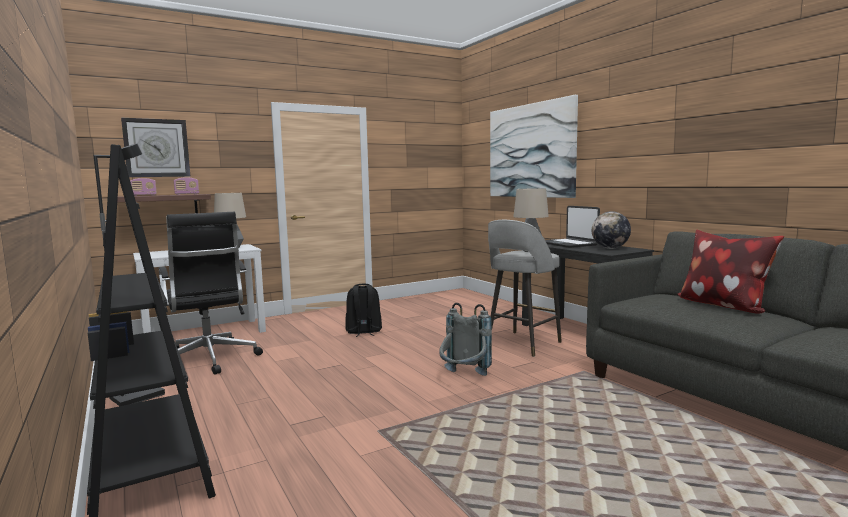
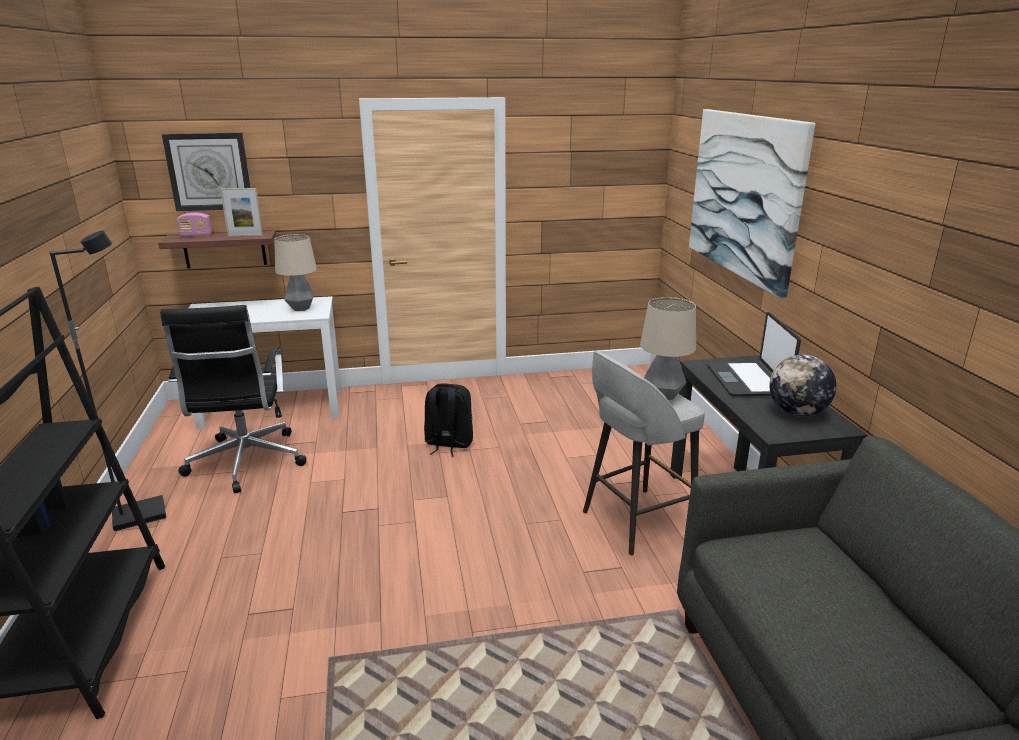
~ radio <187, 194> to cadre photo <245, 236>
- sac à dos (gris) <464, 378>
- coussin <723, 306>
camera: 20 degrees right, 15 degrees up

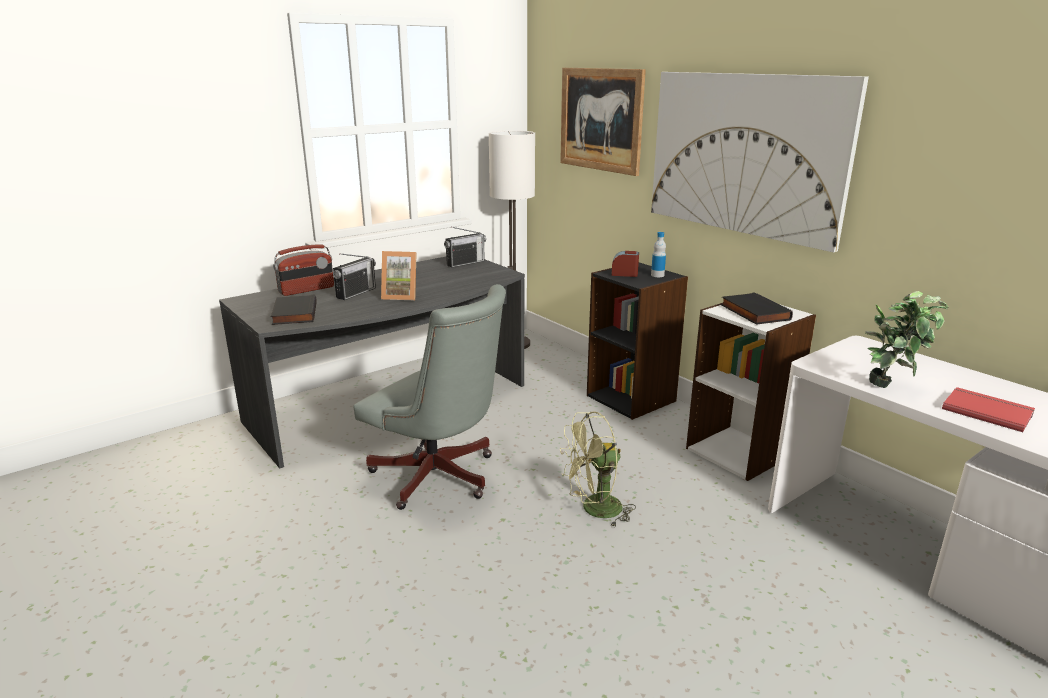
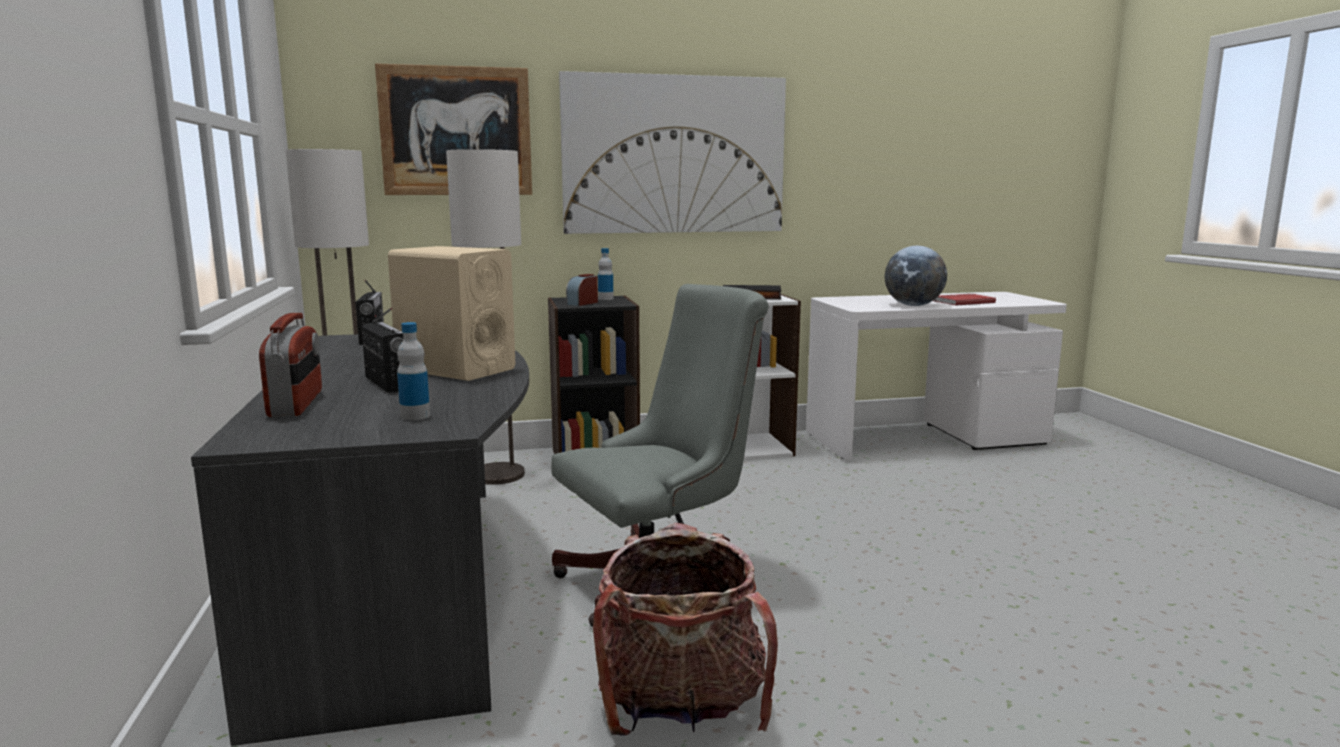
~ cadre photo <401, 296> to enceinte (beige) <455, 369>
~ livre (noir) <293, 313> to bouteille <415, 416>
+ lampadaire <497, 475>
+ sac à dos <681, 711>
~ plante en pot <892, 386> to globe <913, 305>
- ventilateur (vert) <594, 510>
camera: 65 degrees left, 10 degrees down

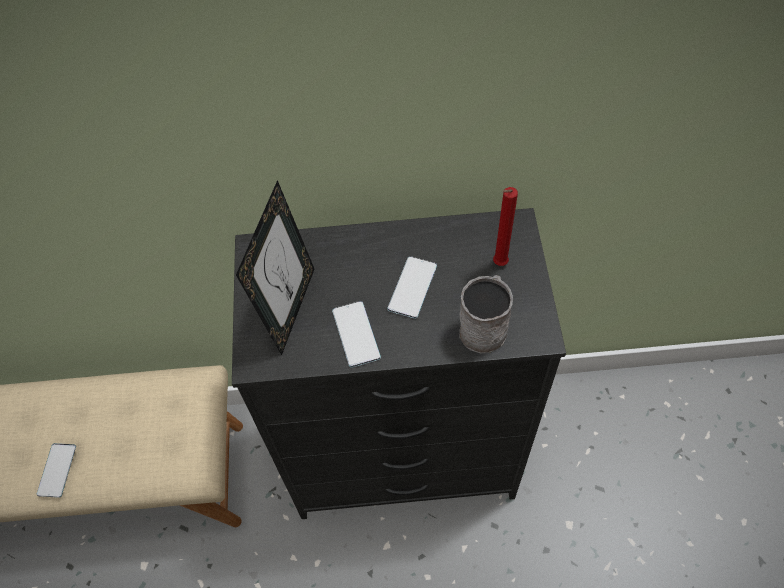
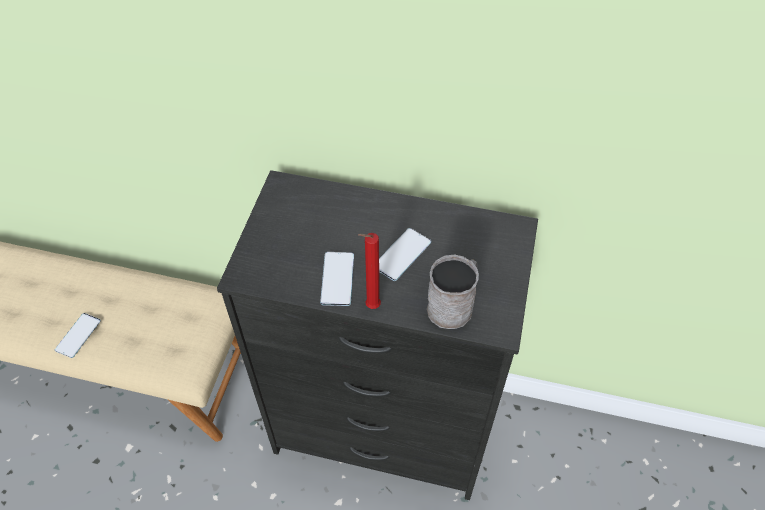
~ bougie (rouge) <498, 264> to <370, 306>
- cadre photo <290, 309>
camera: 15 degrees right, 5 degrees down

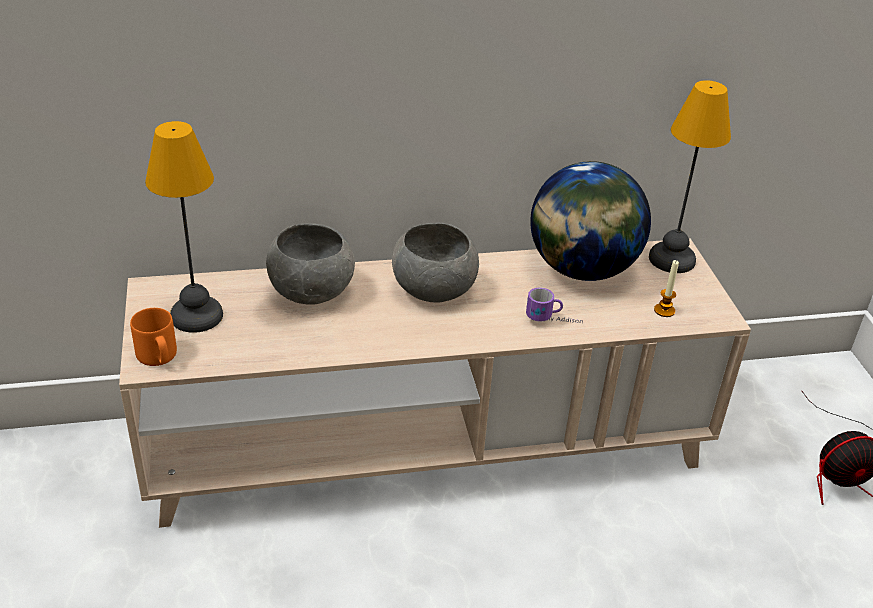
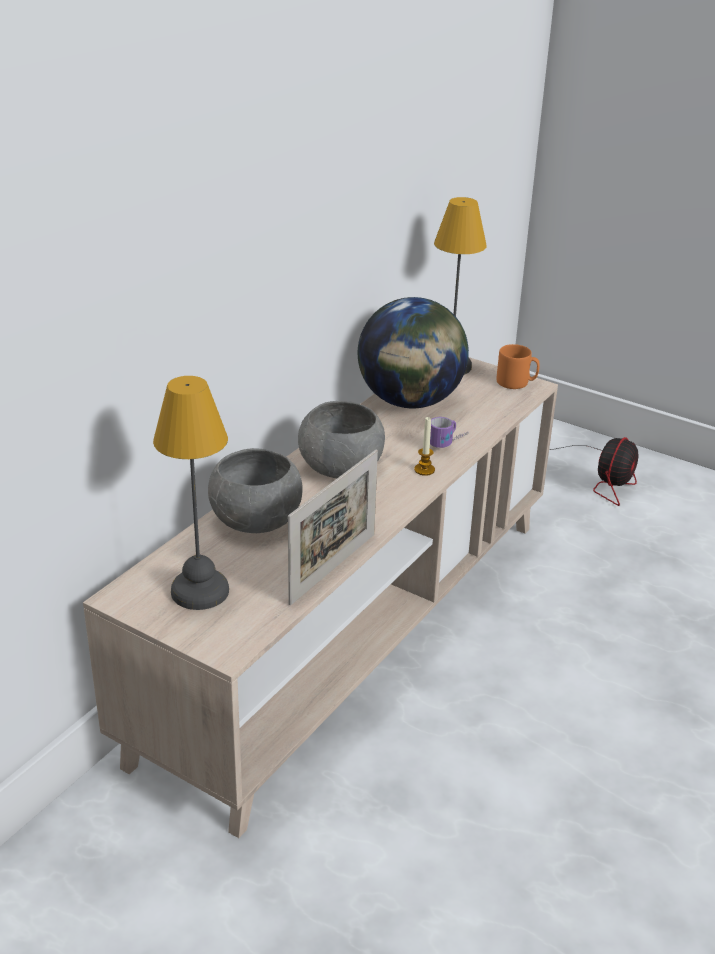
+ cadre photo <333, 568>
~ bougie <664, 310> to <424, 470>
~ mug (orange) <158, 357> to <516, 383>
camera: 45 degrees left, 5 degrees down

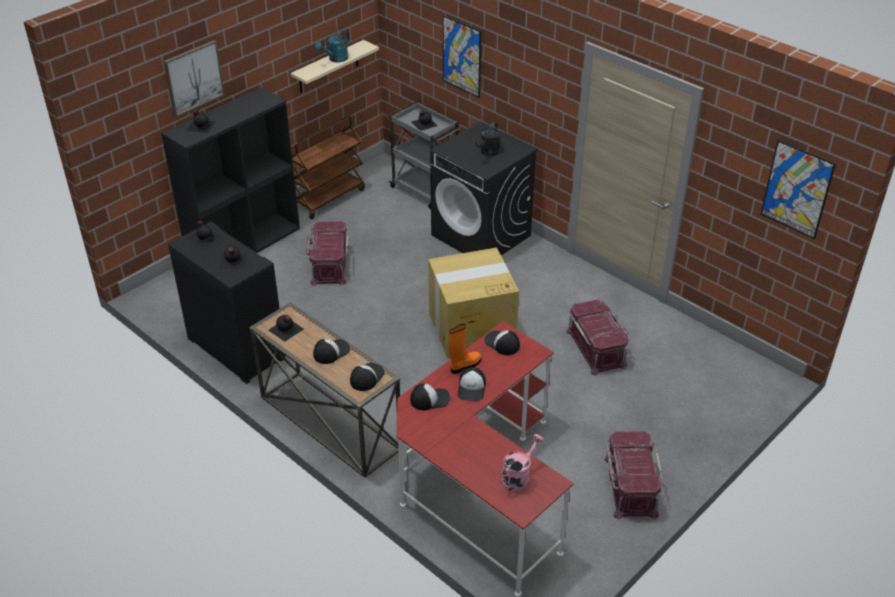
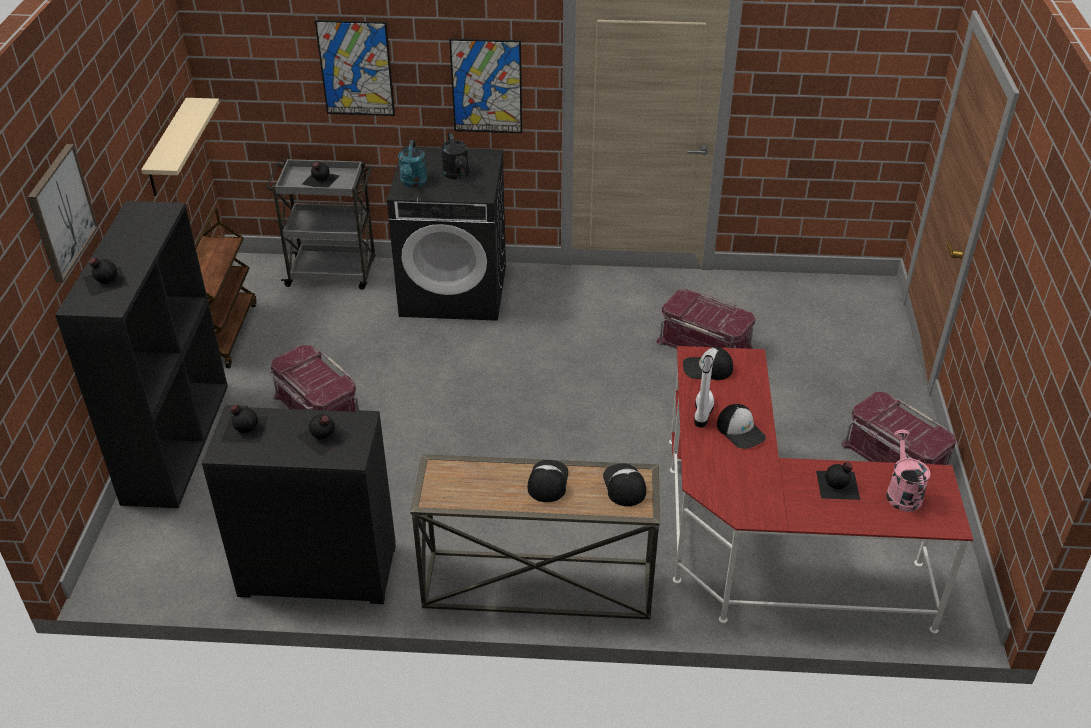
~ arrosoir (turquoise) <335, 59> to <413, 183>
~ tableau <797, 189> to <486, 86>
~ botte (orange) <464, 365> to botte (blanc) <702, 412>
~ bouteille (noir) <286, 330> to <838, 485>
- casquette <430, 399>
- carton <470, 329>
camera: 40 degrees left, 0 degrees up

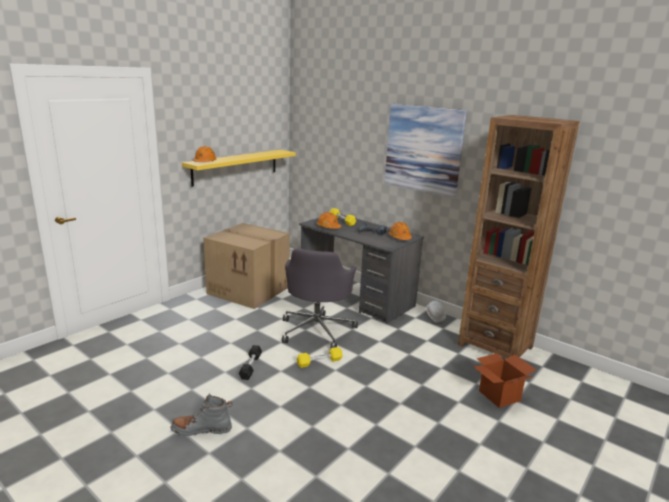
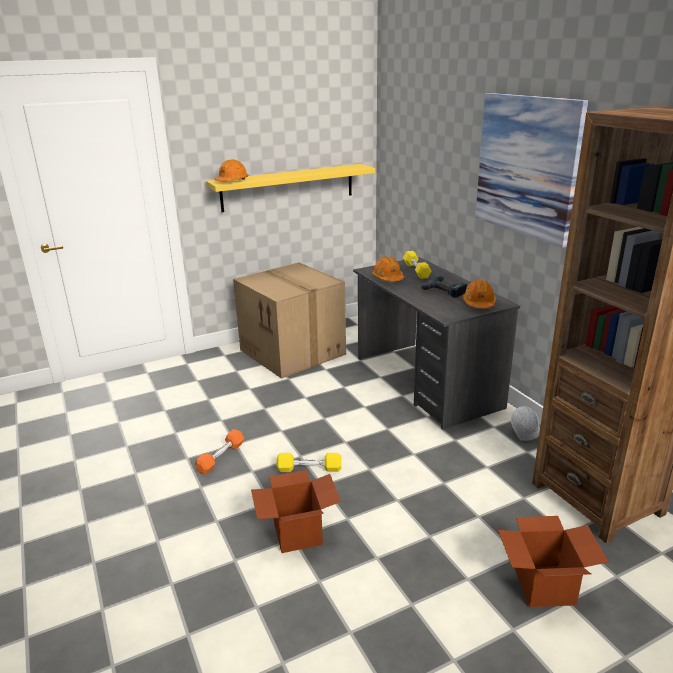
~ haltère (noir) <250, 367> to haltère (orange) <221, 457>
+ carton <298, 533>
- botte (gris) <202, 429>
- chaise de bureau (gris) <317, 330>
camera: 25 degrees right, 5 degrees up

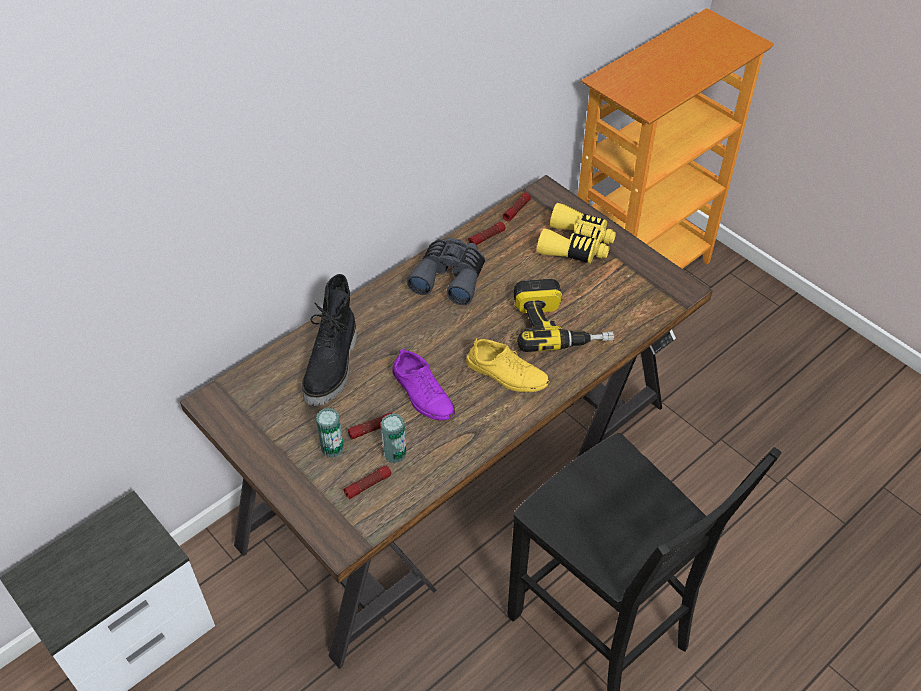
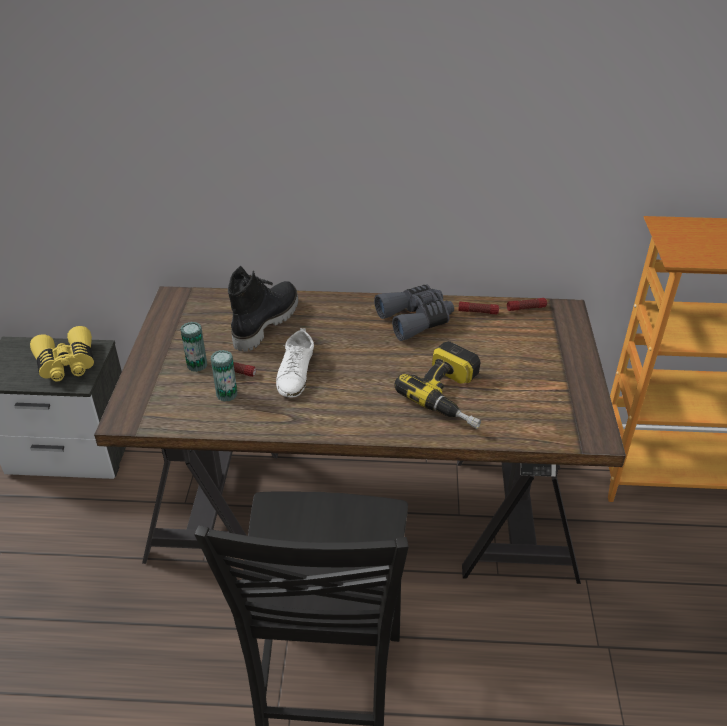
~ jumelles (jaune) <576, 245> to <66, 364>
~ botte (noir) <333, 367> = <265, 323> 150 degrees clockwise
~ chaussure (violet) <422, 393> to chaussure (blanc) <295, 373>
- lampe de poche <368, 485>
- chaussure (jaune) <506, 374>
camera: 45 degrees right, 10 degrees down

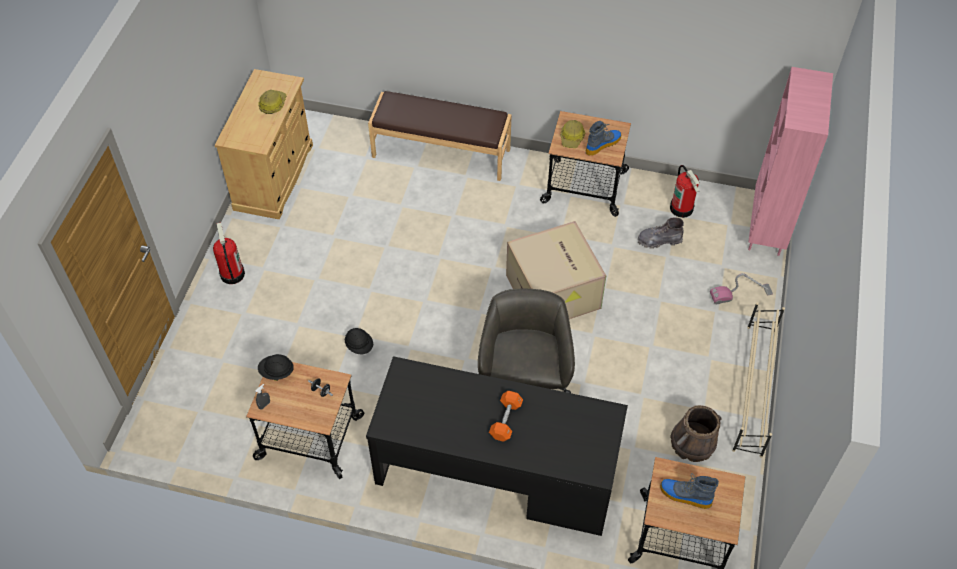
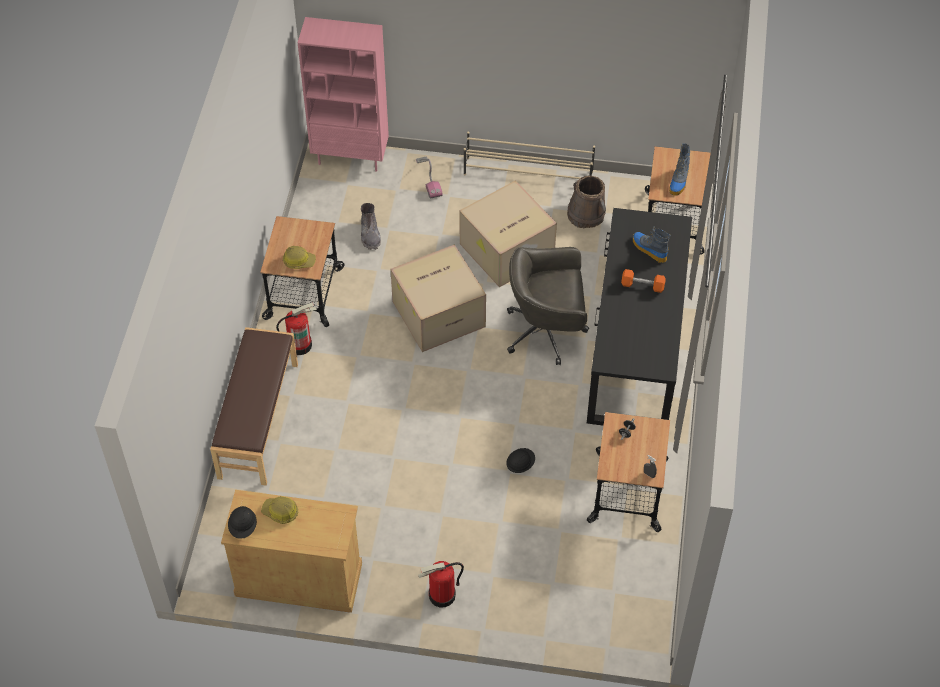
~ casque de chantier (noir) <277, 372> to <243, 527>
~ extincteur <682, 208> to <300, 345>
+ carton <506, 251>
~ botte <603, 144> to <648, 249>
camera: 95 degrees left, 0 degrees up

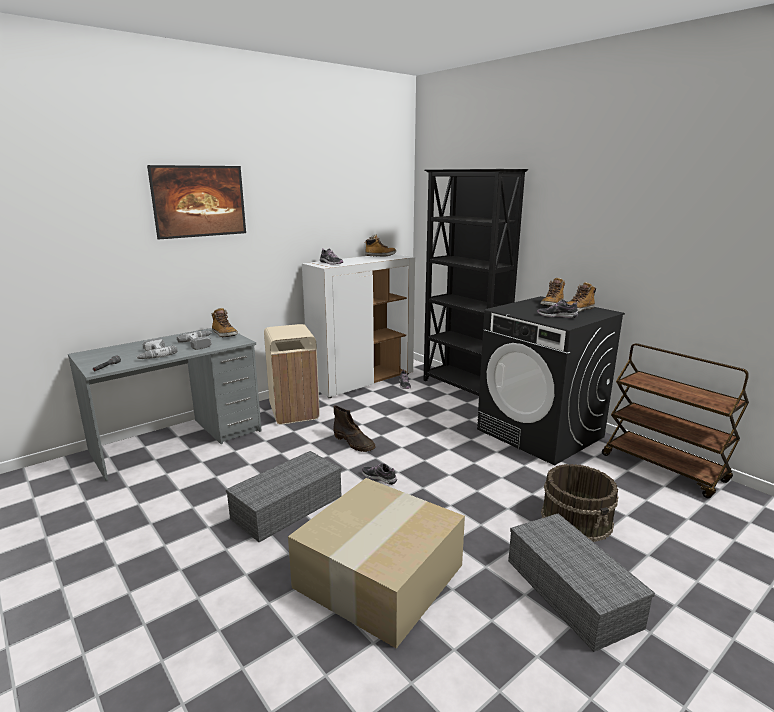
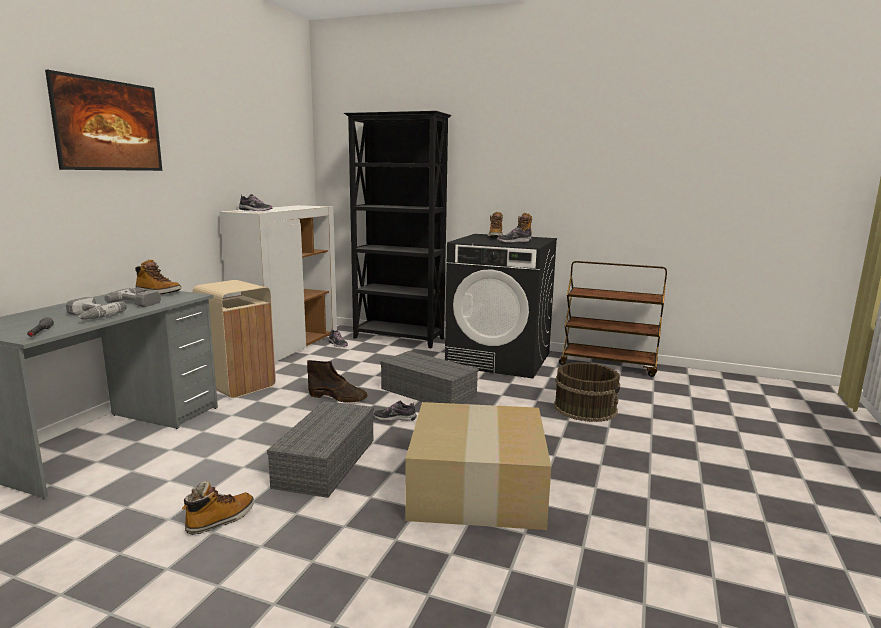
~ botte <380, 256> to <220, 520>
~ boîte de rangement (gris) <568, 591> to <426, 392>
camera: 30 degrees left, 5 degrees down

